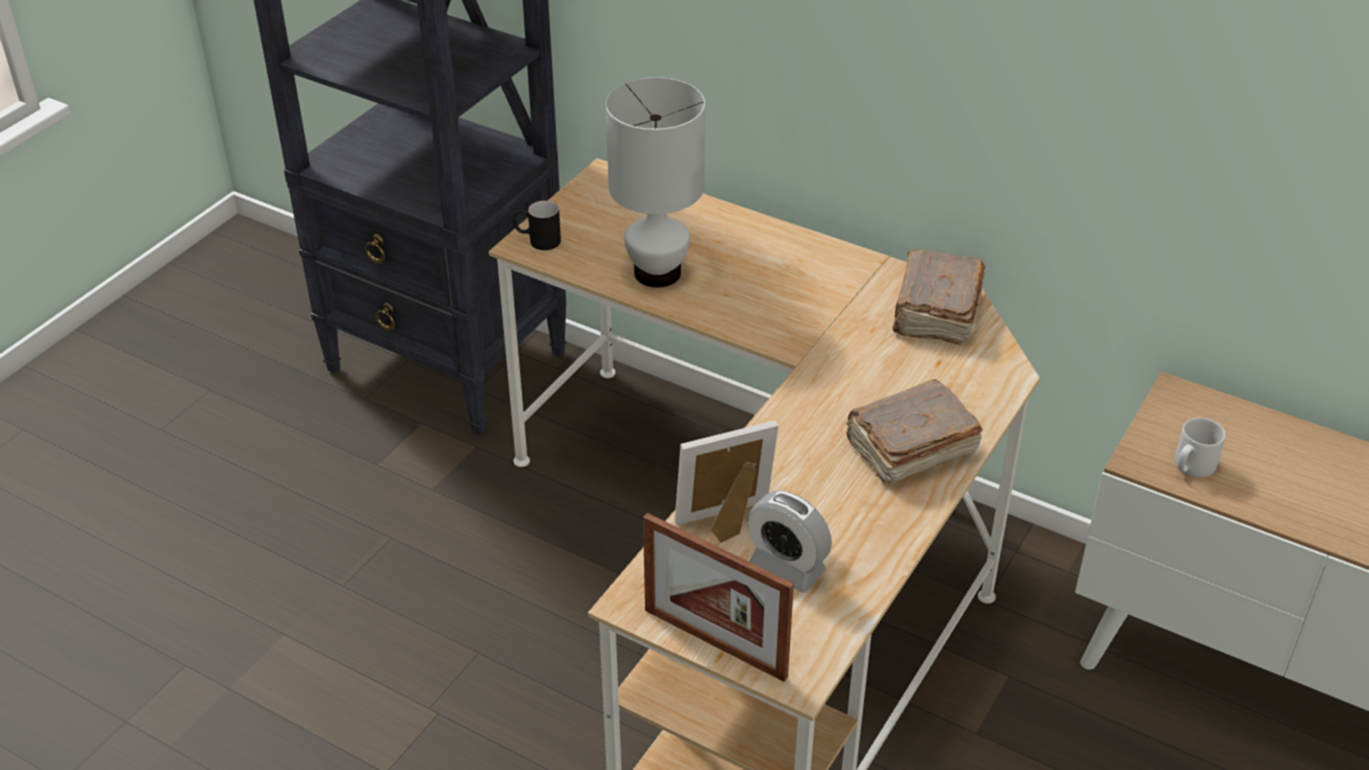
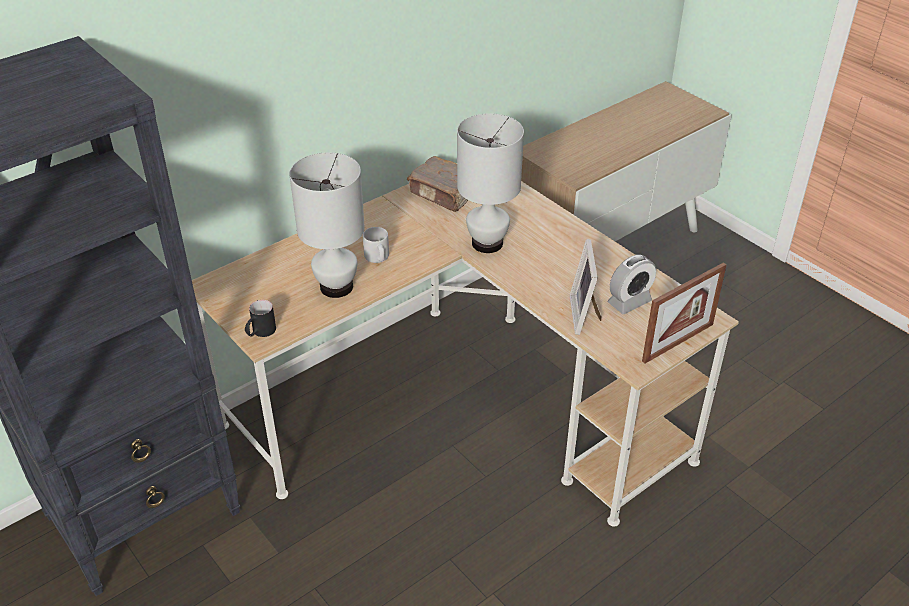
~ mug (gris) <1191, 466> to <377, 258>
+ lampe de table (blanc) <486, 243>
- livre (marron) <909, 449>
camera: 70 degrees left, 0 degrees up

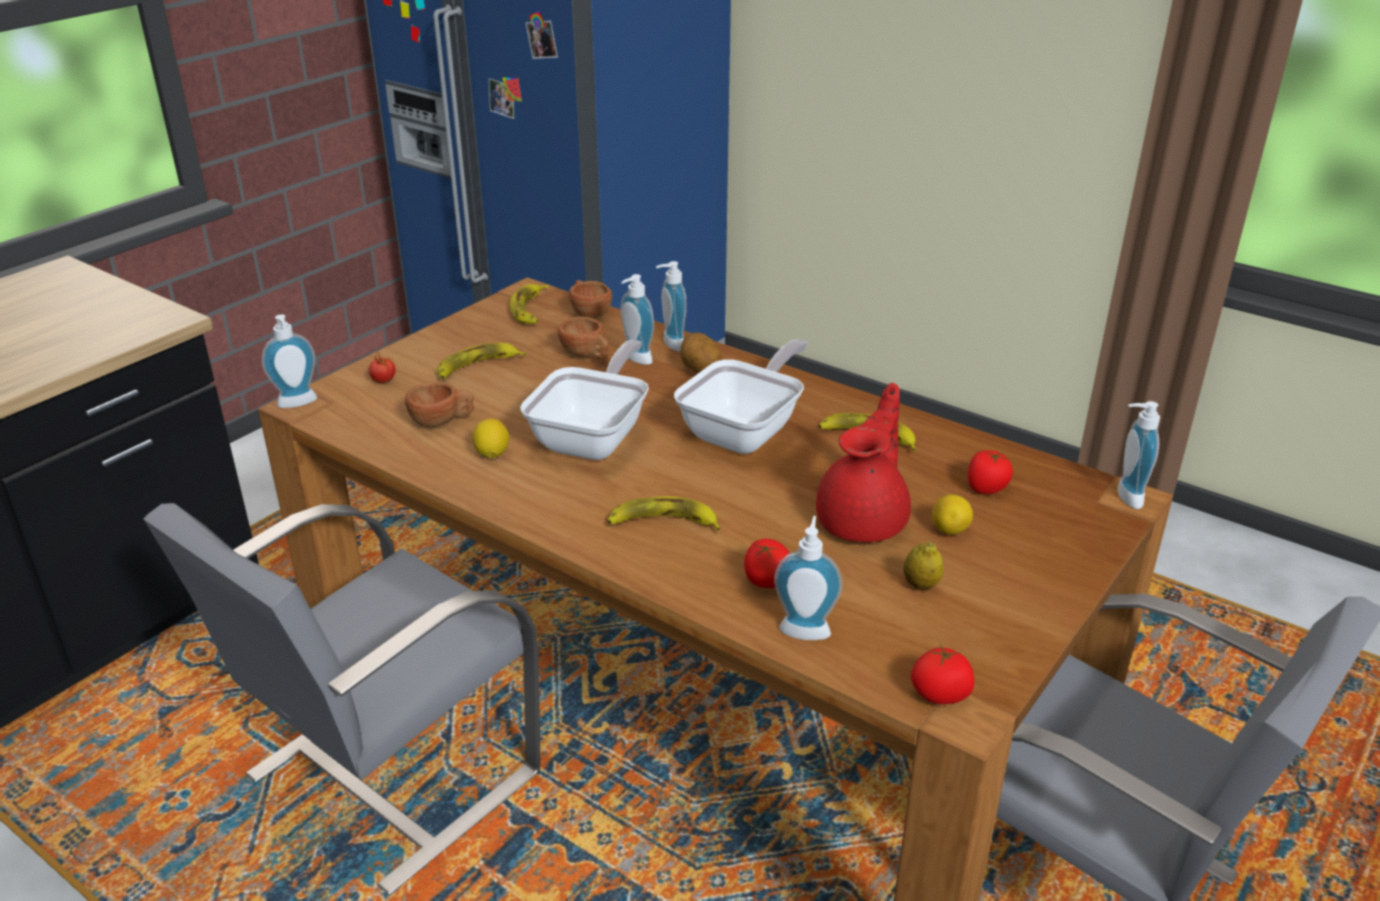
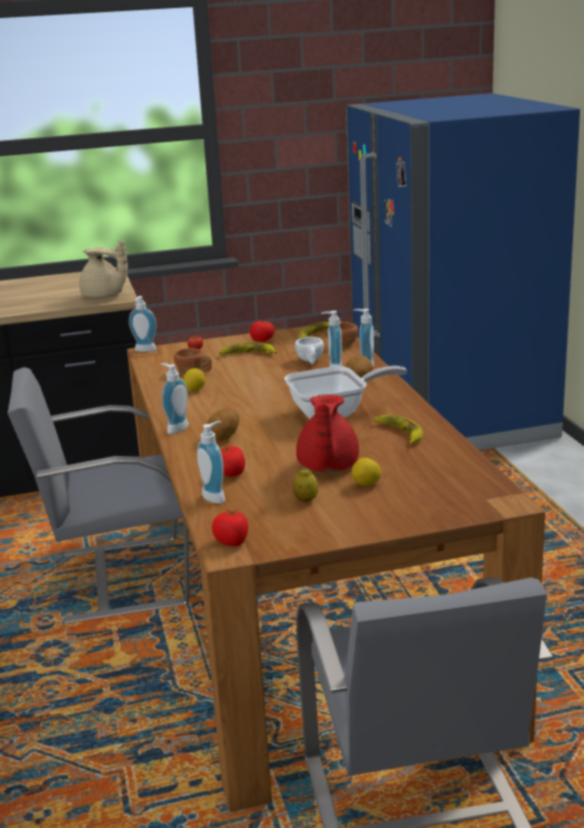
+ théière (beige) <104, 296>
~ distributeur de savon <1124, 497> to <175, 428>
~ banane <663, 522> to pomme de terre <224, 437>
~ tomate <986, 488> to <262, 340>
~ tasse (marron) <587, 355> to tasse (blanc) <310, 361>
~ théière (rouge) <864, 521> = <327, 466> 120 degrees clockwise
- poêle <595, 437>
camera: 40 degrees right, 10 degrees down

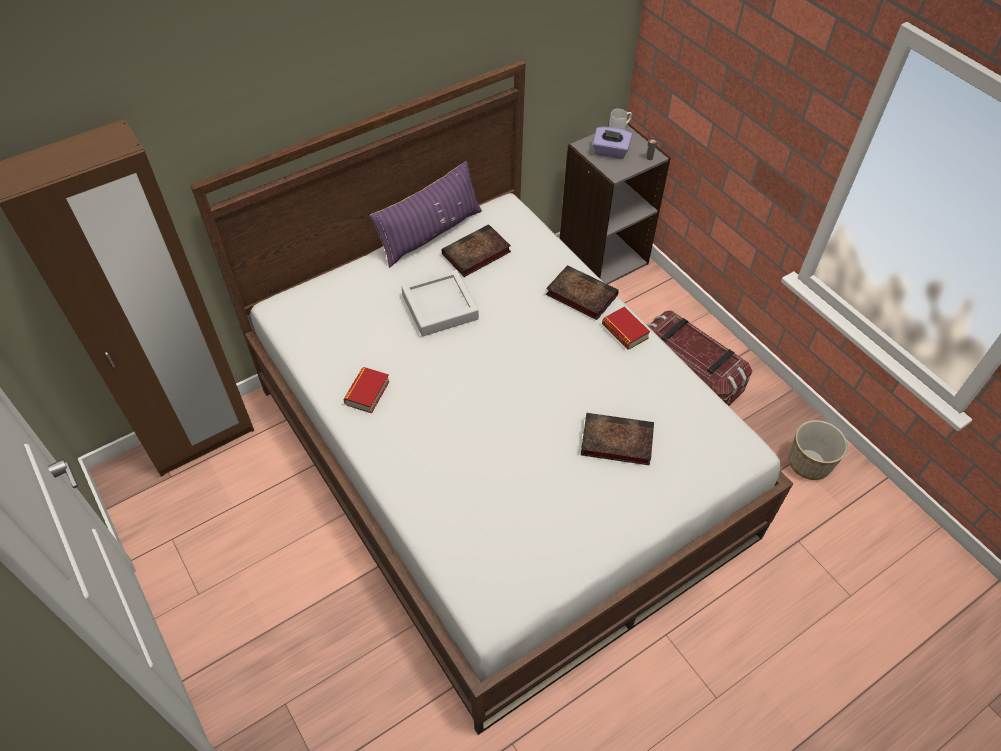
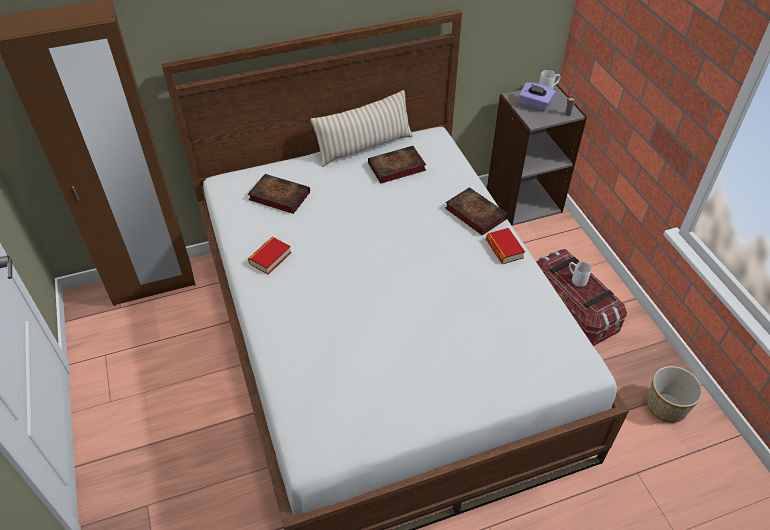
~ livre <614, 441> to <278, 196>
~ coussin (violet) <430, 234> to coussin (beige) <364, 147>
+ mug (blanc) <576, 279>
- plateau (gris) <440, 307>
camera: 15 degrees right, 5 degrees down

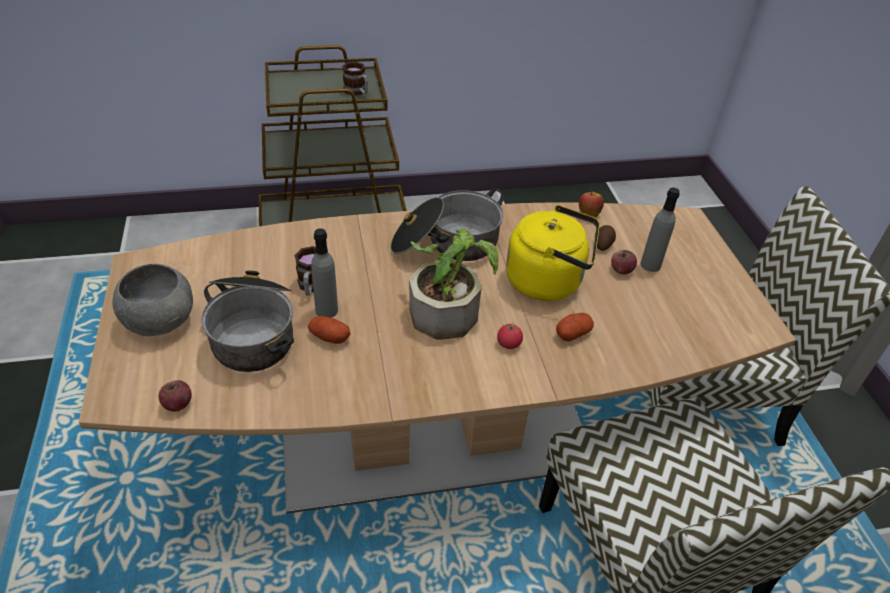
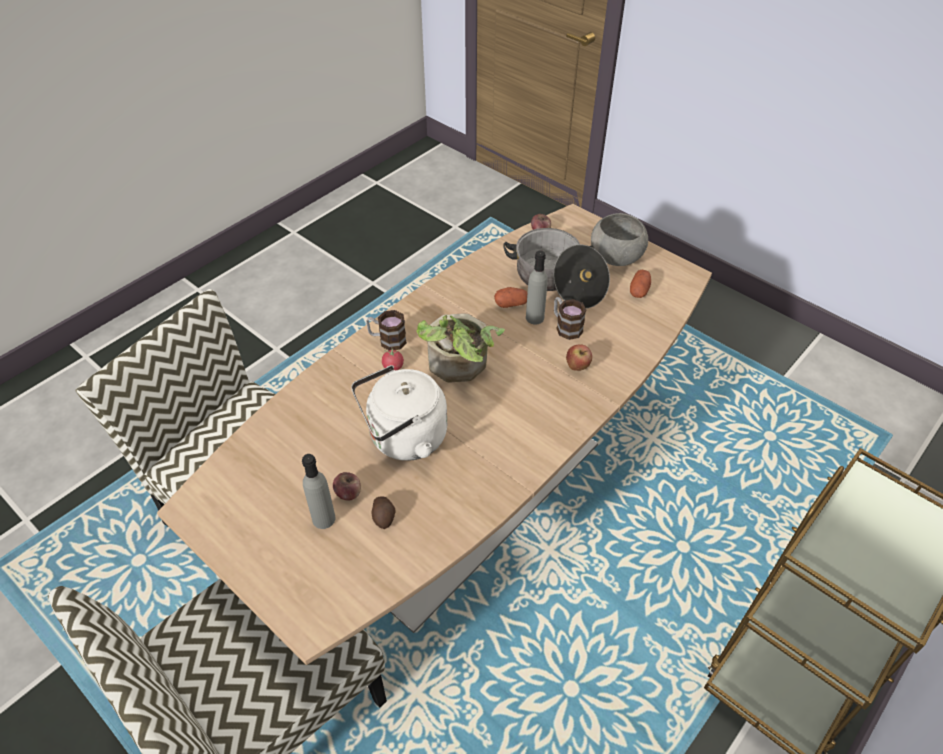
~ bouilloire (jaune) <548, 281> to bouilloire (blanc) <404, 439>
~ mug <357, 92> to <387, 340>
~ pomme <588, 214> to <577, 367>
~ pomme de terre <573, 333> to <639, 290>
- marmite <446, 243>
camera: 145 degrees right, 5 degrees up

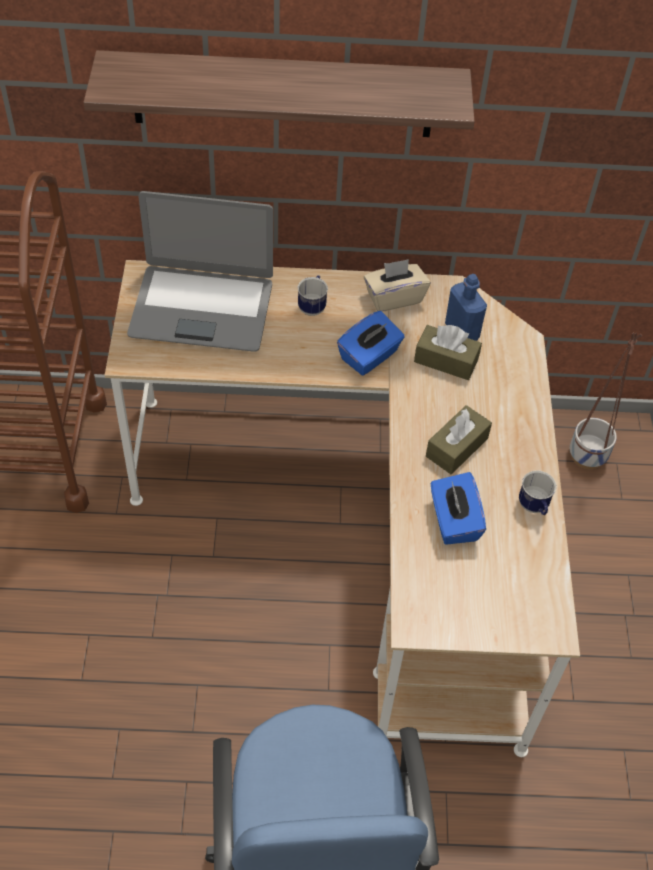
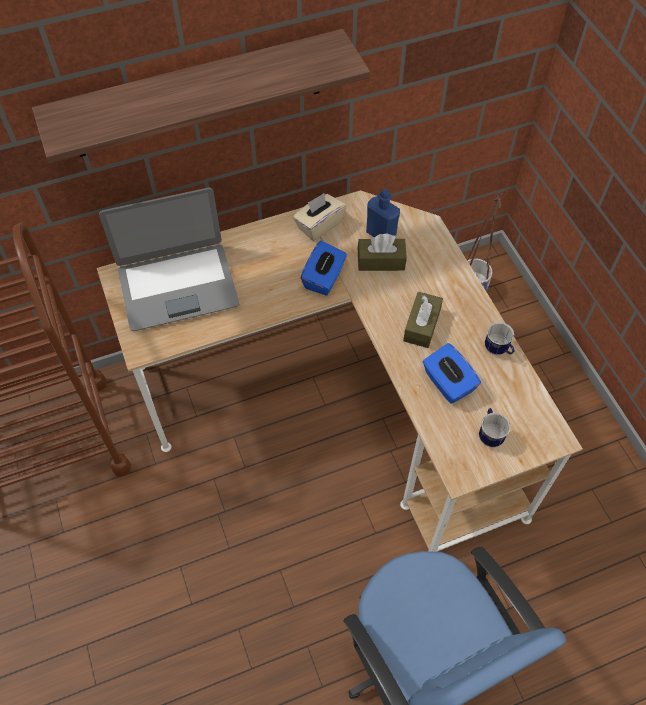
~ mug <313, 306> to <489, 434>
camera: 20 degrees left, 5 degrees up

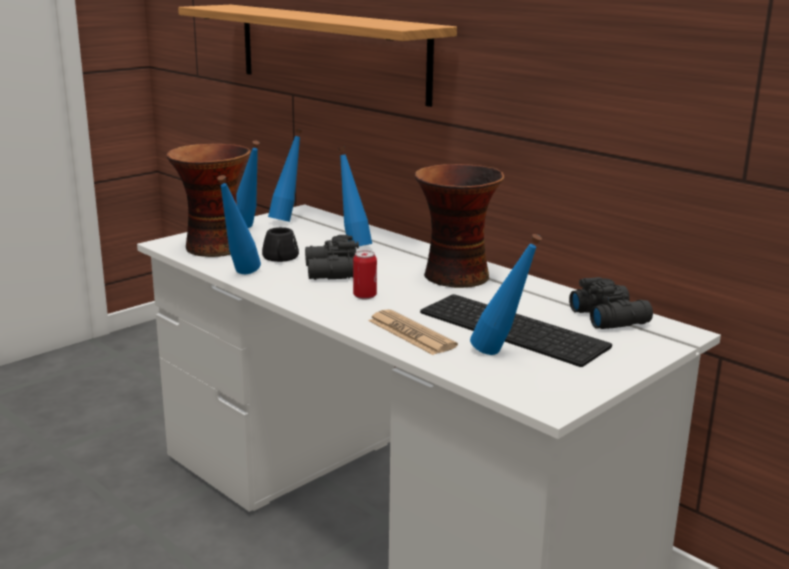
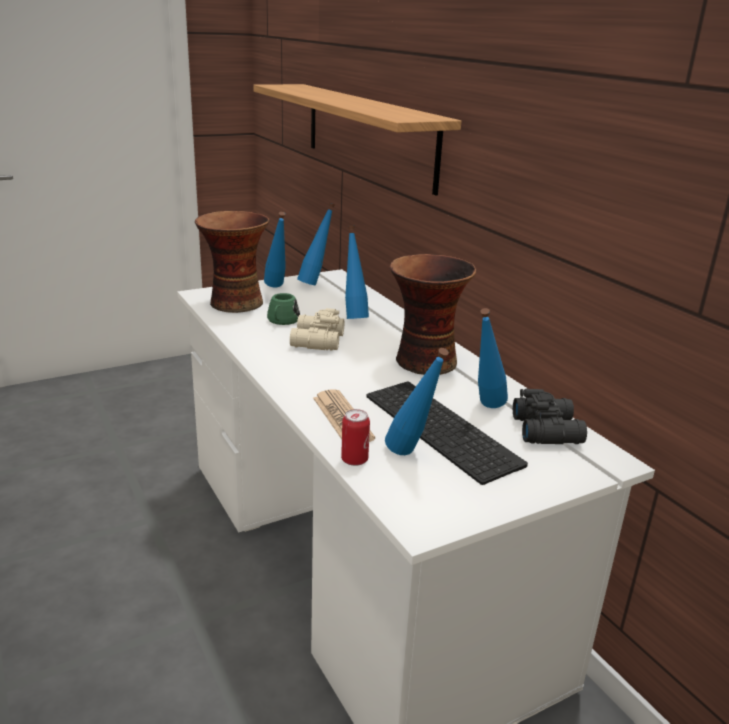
~ mug (noir) <280, 259> to mug (vert) <282, 321>
~ jumelles (noir) <331, 272> to jumelles (beige) <315, 341>
~ boîte métallique <365, 296> to <354, 460>
~ bouteille (bleu) <240, 275> to <485, 408>
camera: 15 degrees right, 5 degrees up

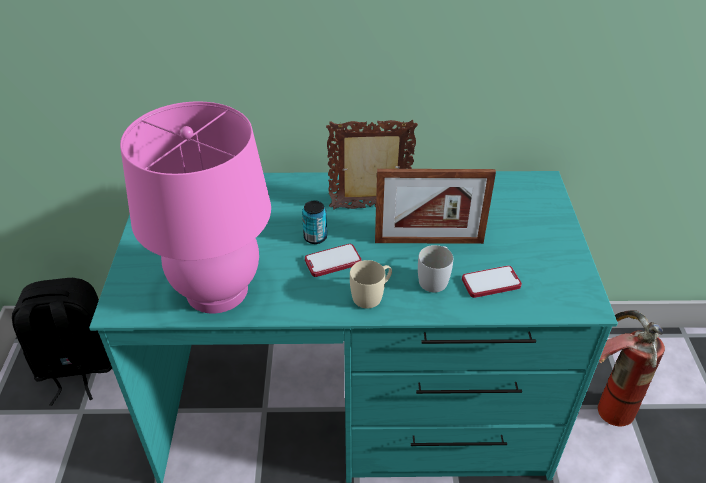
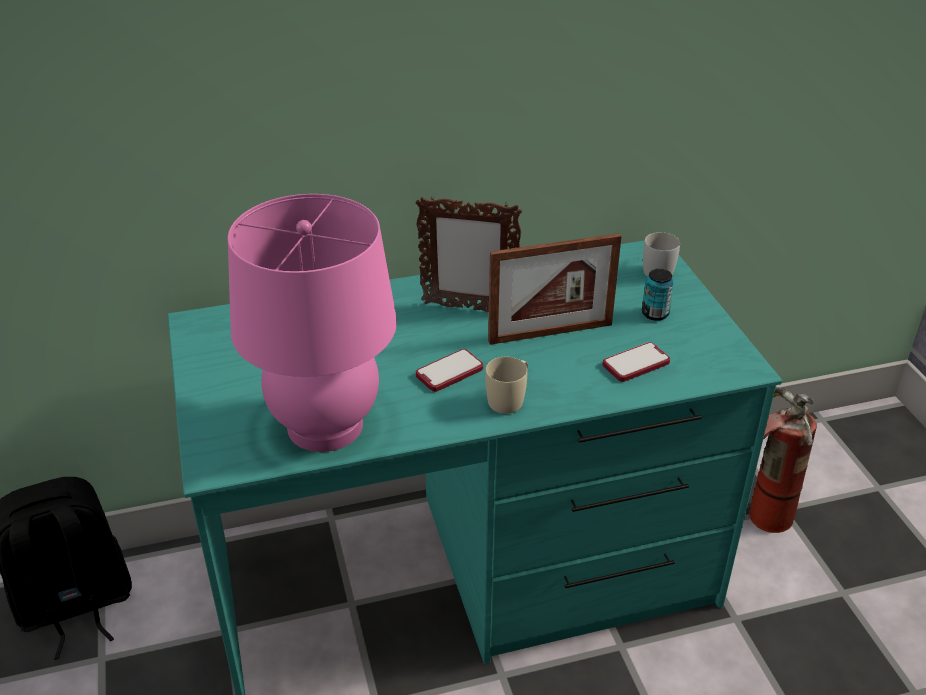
~ cadre photo <370, 208> = <468, 308> 150 degrees counterclockwise
~ boîte métallique <315, 237> to <655, 314>
~ mug (blanc) <435, 278> to <658, 269>
camera: 15 degrees left, 5 degrees down

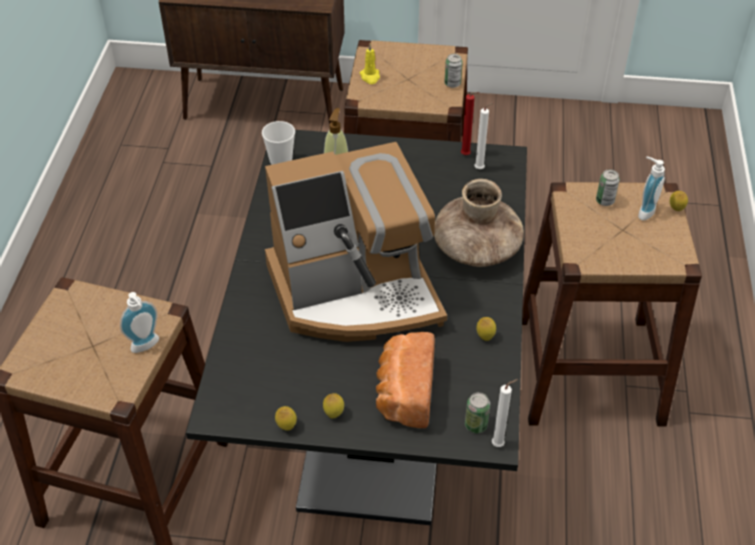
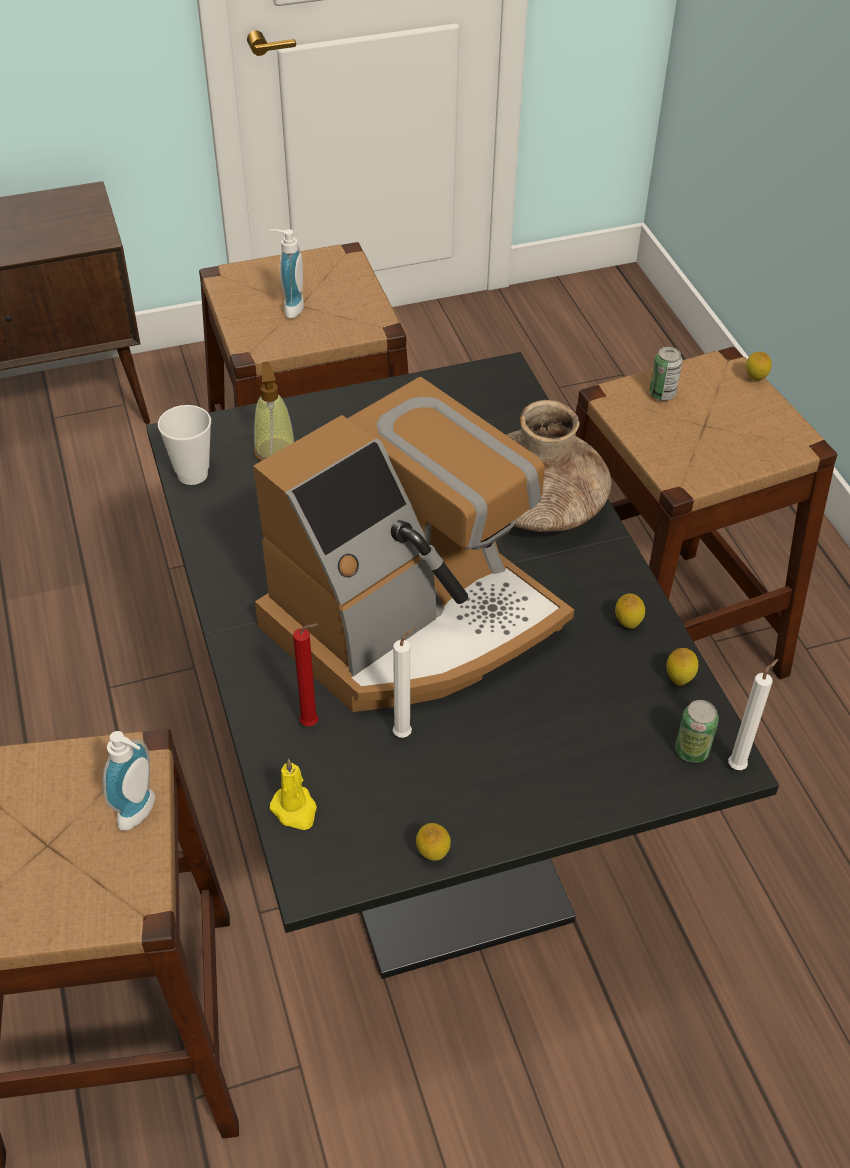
~ distributeur de savon <643, 211> to <290, 307>
~ bougie (jaune) <370, 77> to <295, 810>
~ bougie (rouge) <467, 155> to <312, 724>
~ bougie (blanc) <481, 168> to <405, 733>
~ citron <334, 414> to <679, 679>
- pain <403, 392>
- boîte métallique <452, 84>
camera: 25 degrees left, 0 degrees up

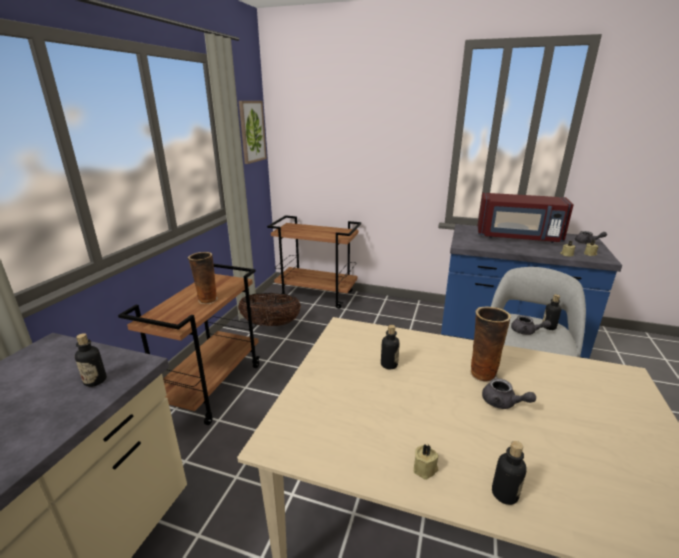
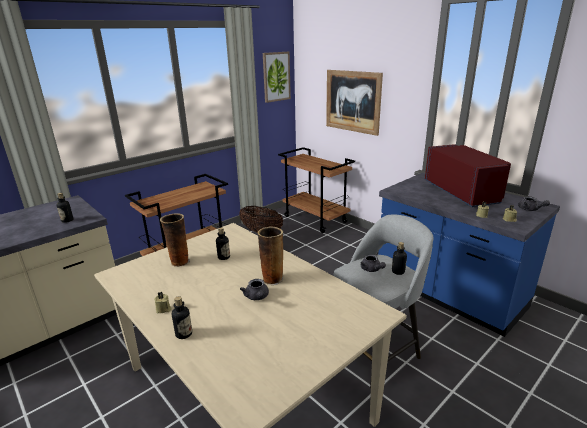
~ vase <207, 300> to <179, 262>
+ tableau <352, 101>
~ micro-ondes (rouge) <518, 237> = <462, 193> 150 degrees counterclockwise
camera: 30 degrees right, 0 degrees up

